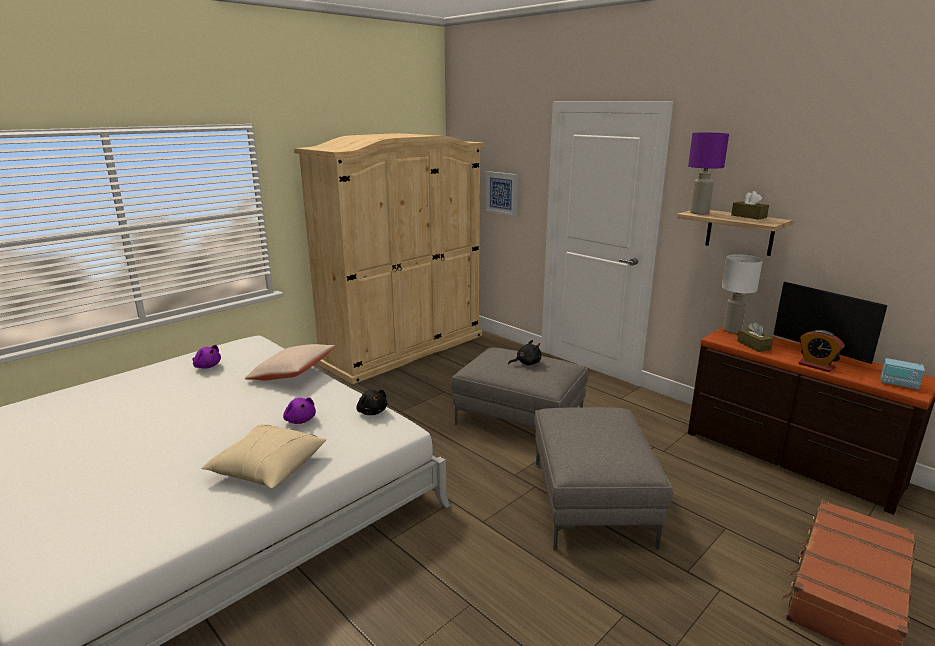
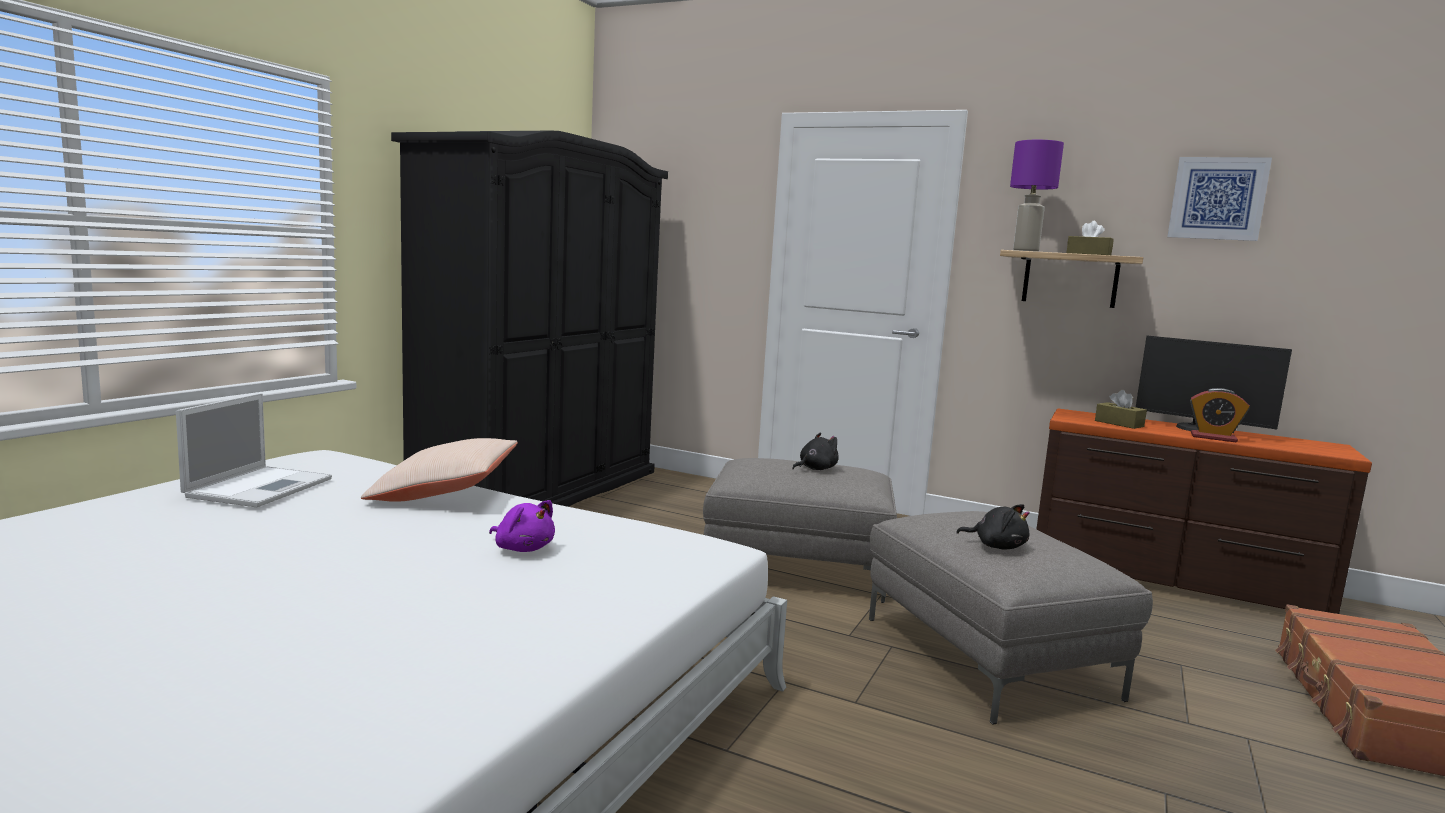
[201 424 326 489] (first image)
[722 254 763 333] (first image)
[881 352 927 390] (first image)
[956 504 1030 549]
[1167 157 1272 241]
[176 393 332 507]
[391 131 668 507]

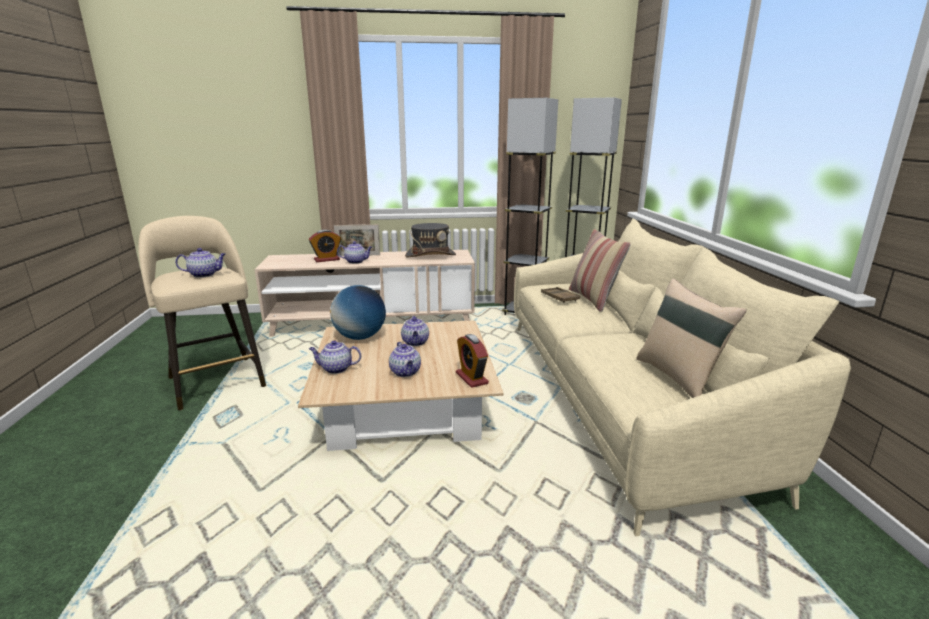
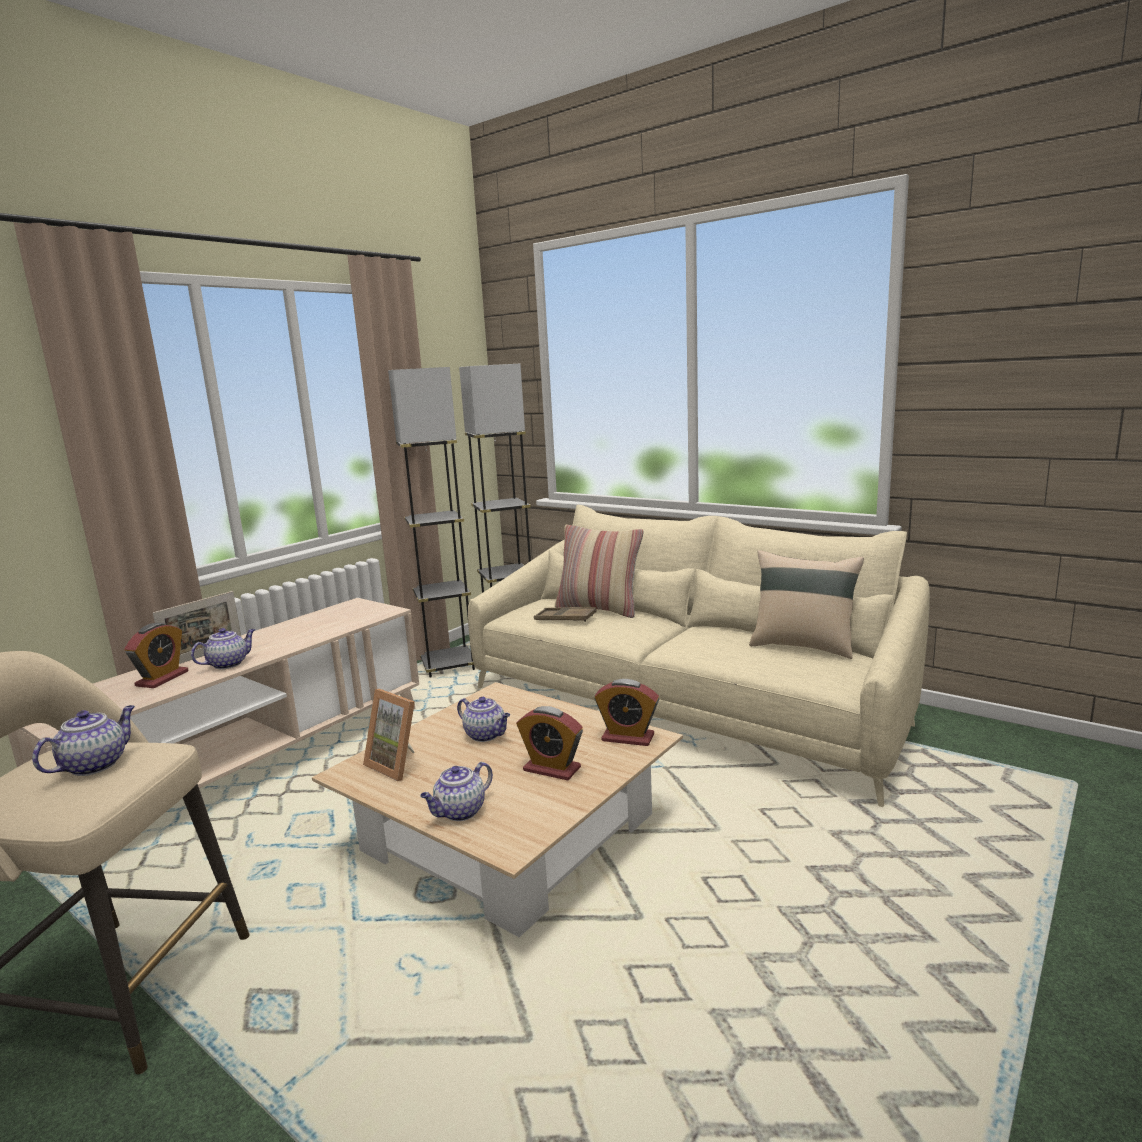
[405 223 456 258] (first image)
[363 689 415 781]
[516 706 583 780]

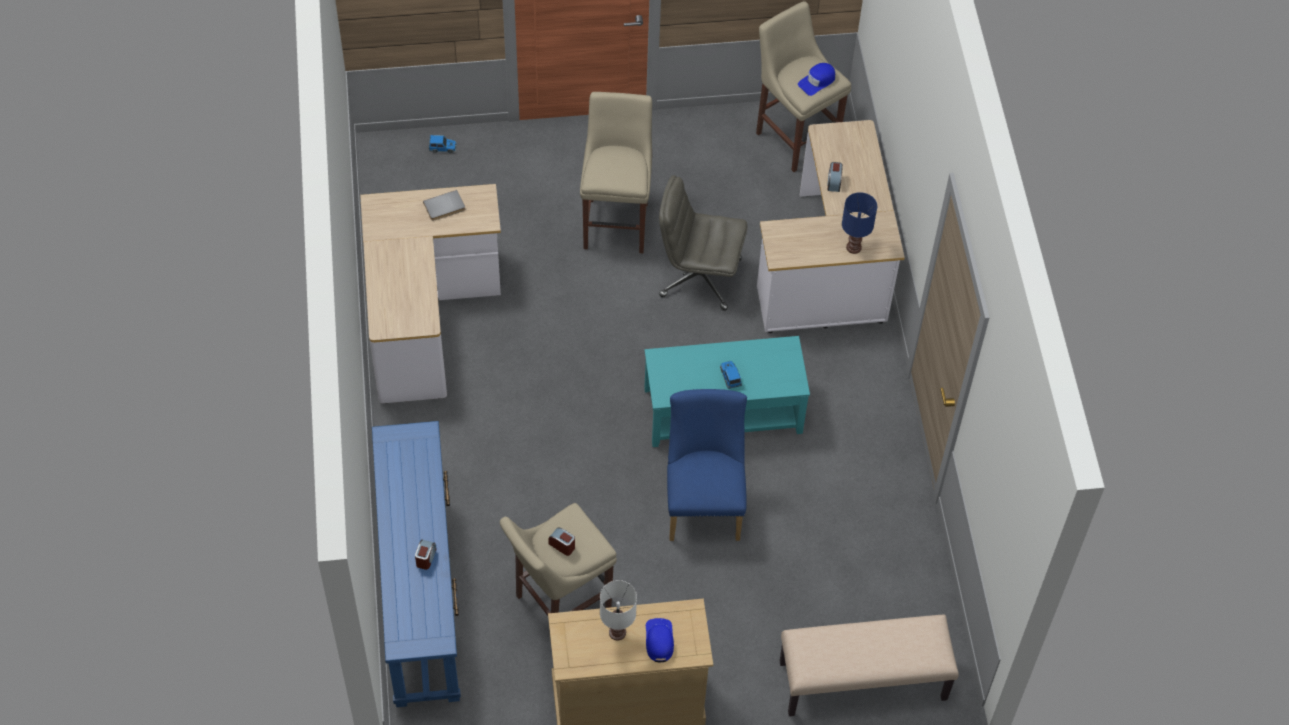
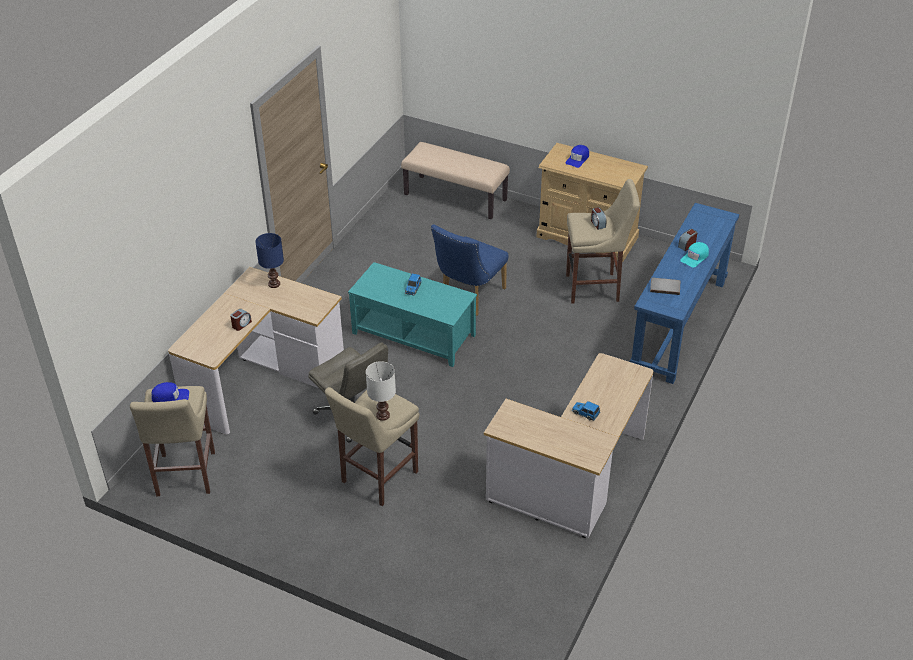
[680 242 709 268]
[650 278 680 295]
[572 401 600 421]
[366 361 396 421]

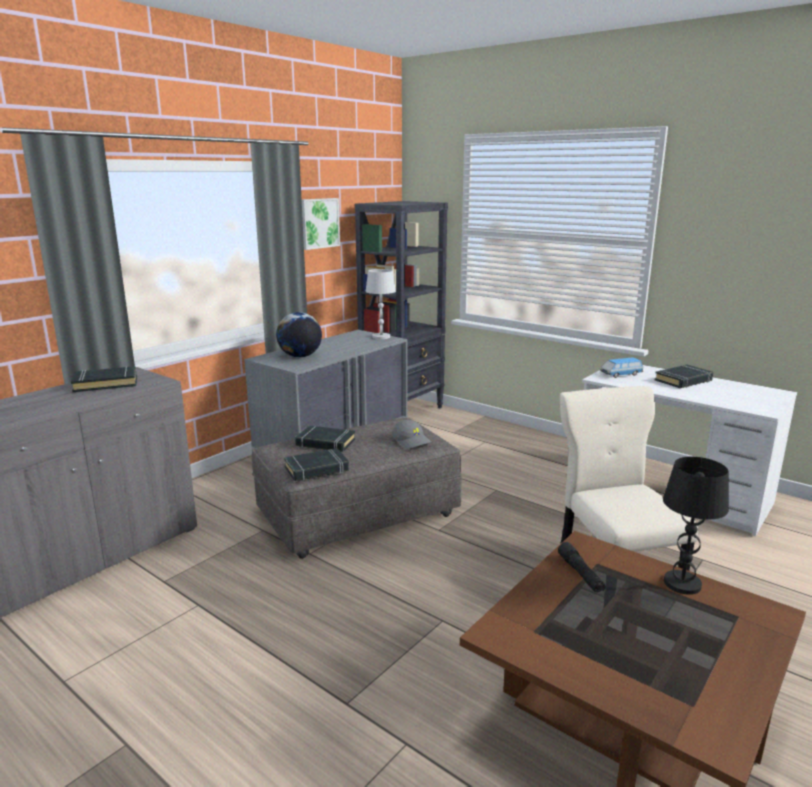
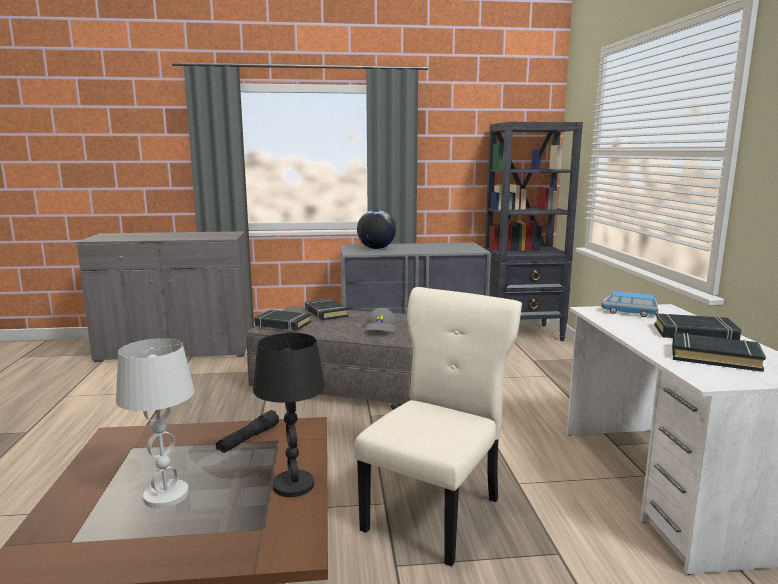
[302 198 340 250] (first image)
[672 333 766 372]
[116 338 195 508]

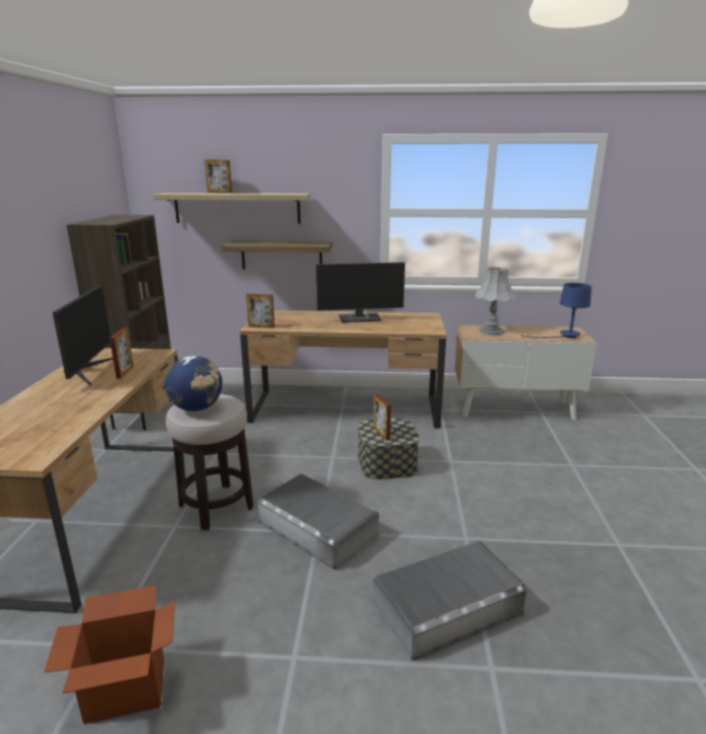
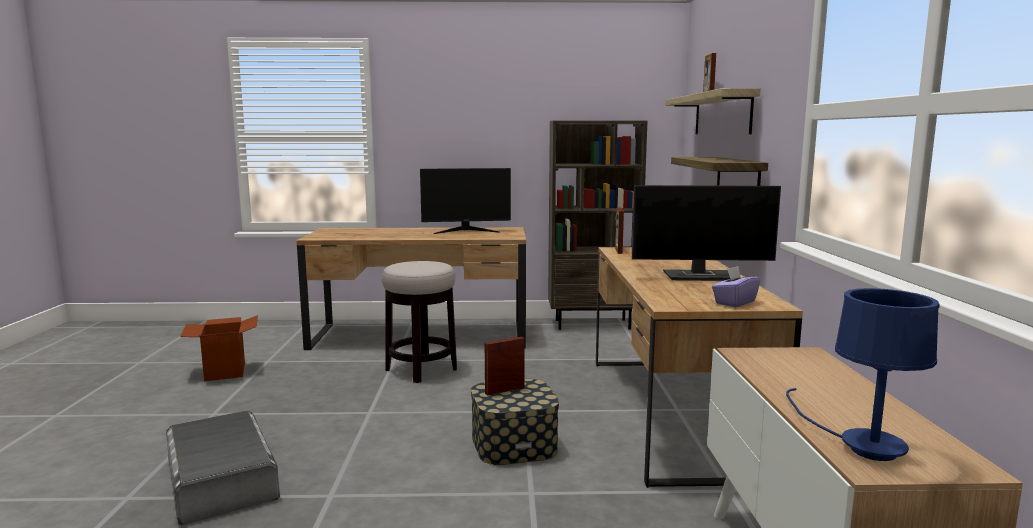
[110 328 134 379] (first image)
[165 356 222 411] (first image)
[258 474 379 569] (first image)
[475 267 516 335] (first image)
[712 266 760 307]
[632 185 781 281]

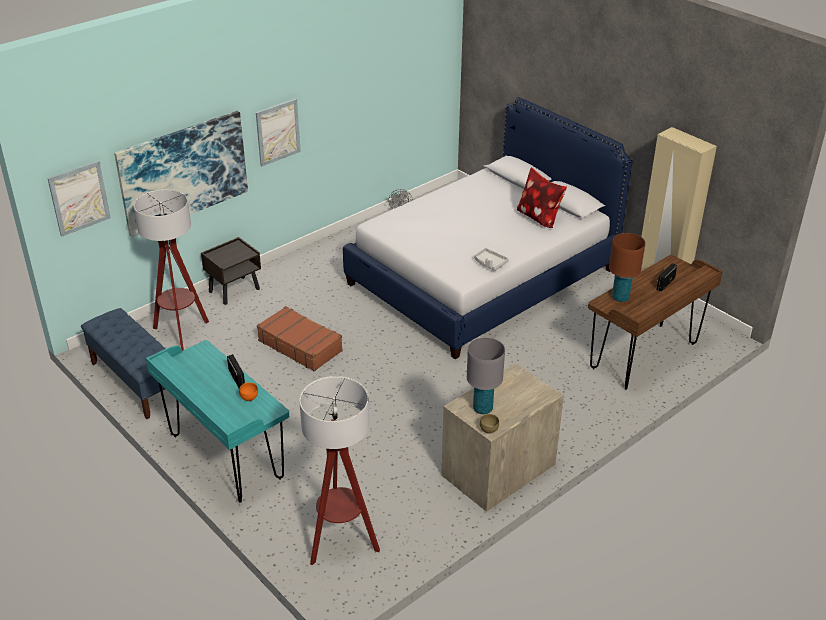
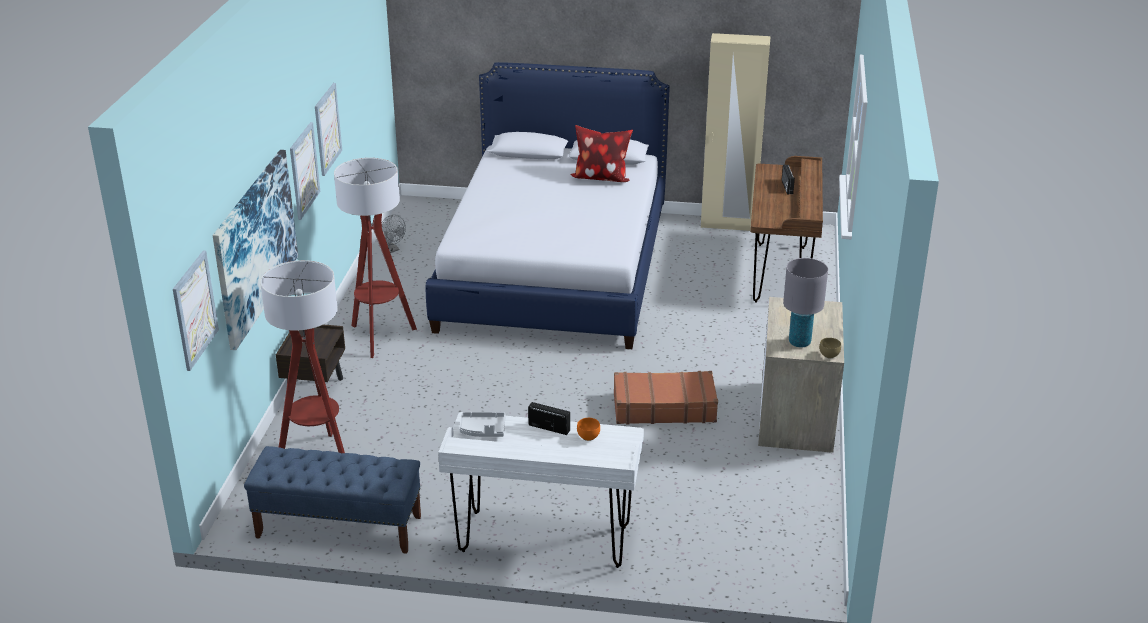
[609 233 646 302] (first image)
[315 83 342 176]
[614 371 718 424]
[334 158 417 358]
[460 412 506 437]
[438 412 644 568]

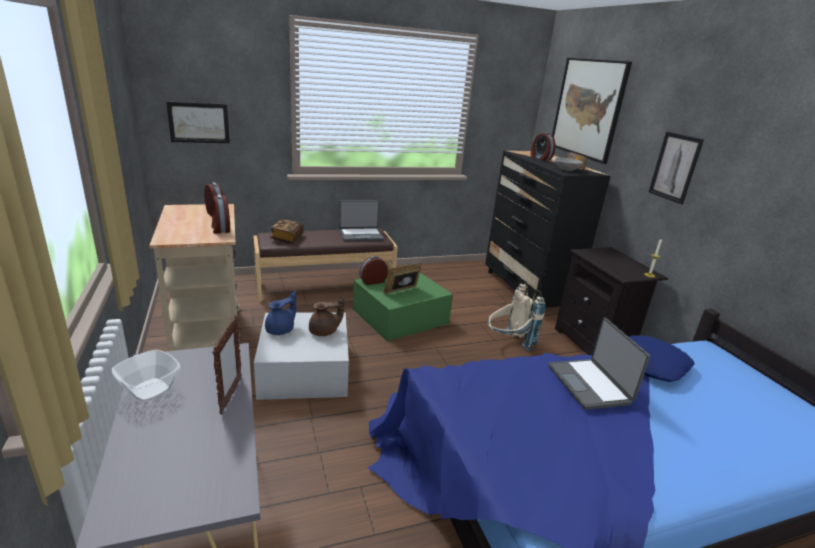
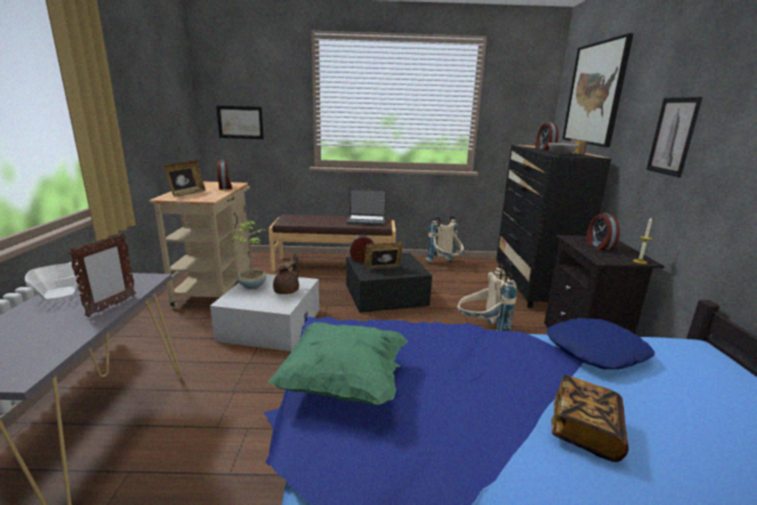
[548 318 650 410] (first image)
[164 160 206 197]
[268 322 408 405]
[426 216 464 263]
[586 213 620 250]
[551 375 629 462]
[231 220 267 289]
[346 253 432 313]
[273 254 299 294]

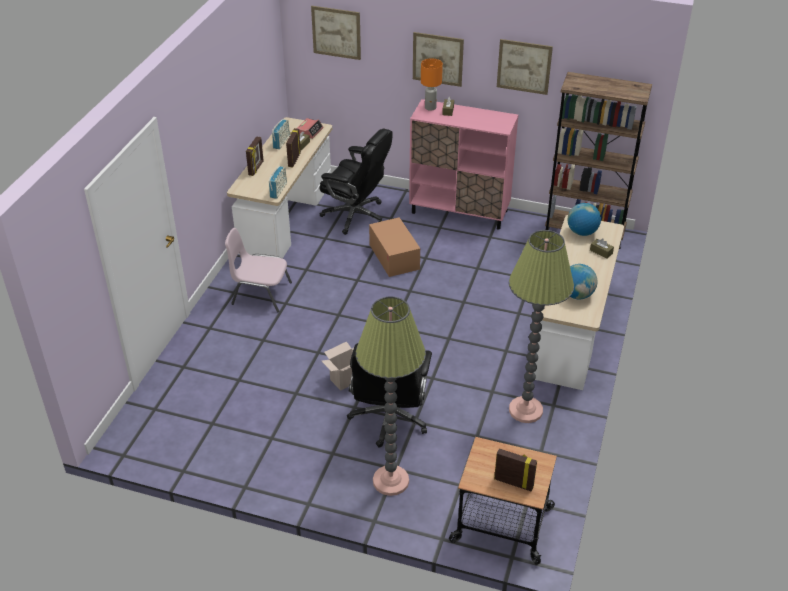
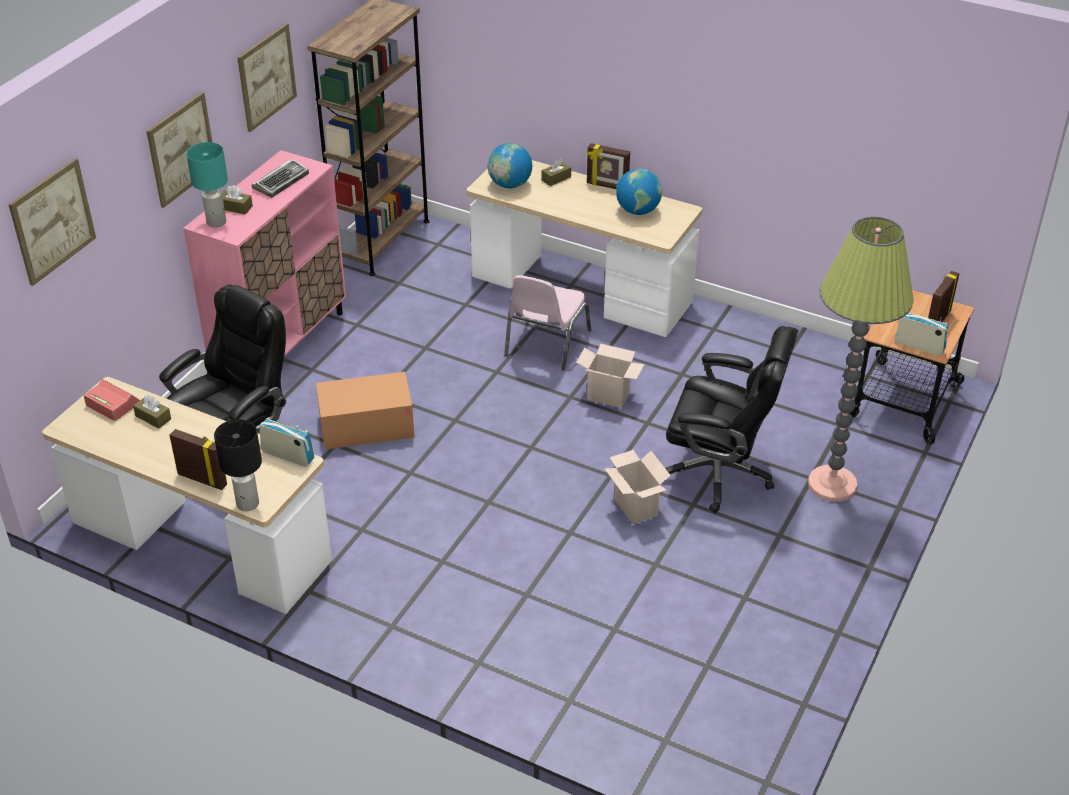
[509 230 574 423] (first image)
[214 419 262 511]
[252 159 309 198]
[576 344 644 408]
[504 275 591 370]
[894 313 949 356]
[587 143 630 189]
[186 142 228 228]

